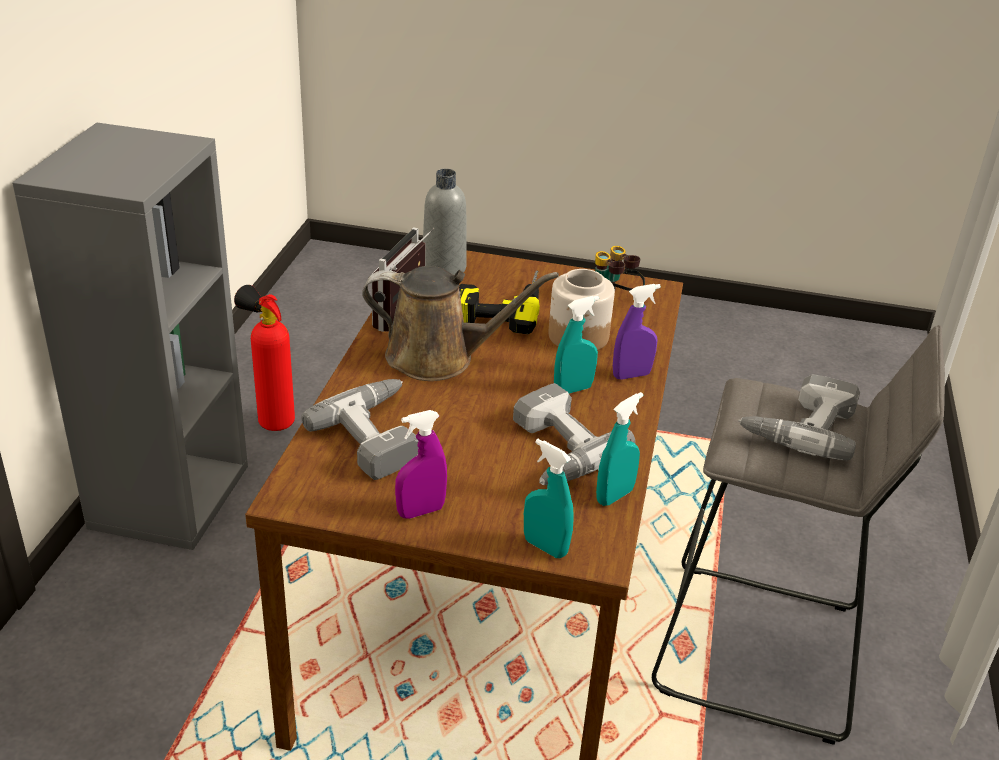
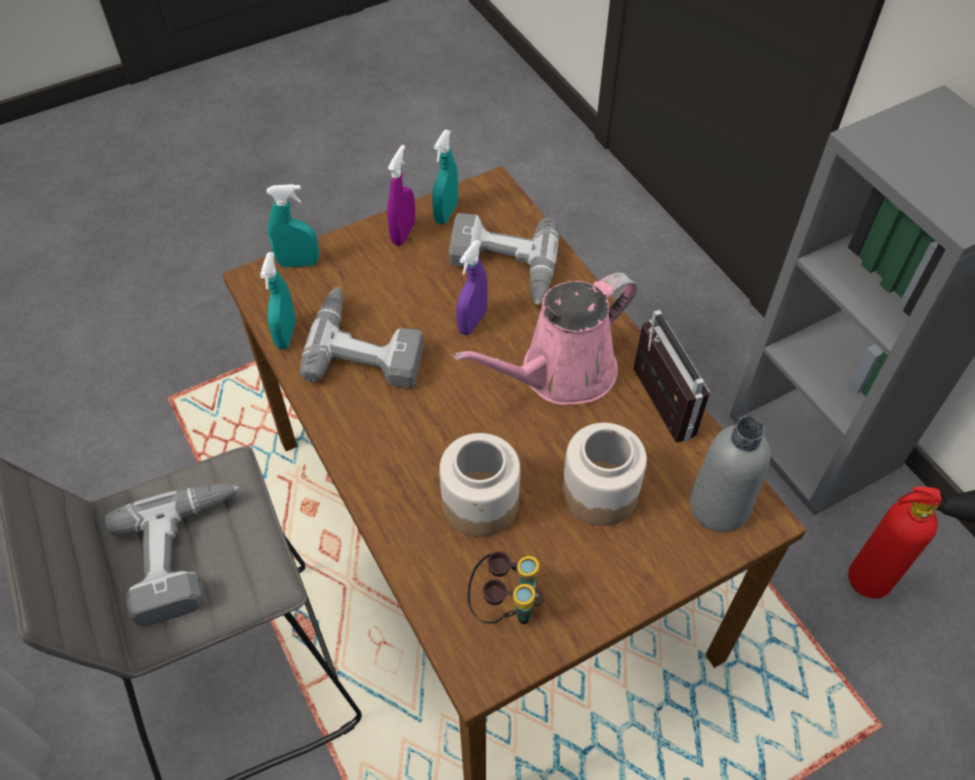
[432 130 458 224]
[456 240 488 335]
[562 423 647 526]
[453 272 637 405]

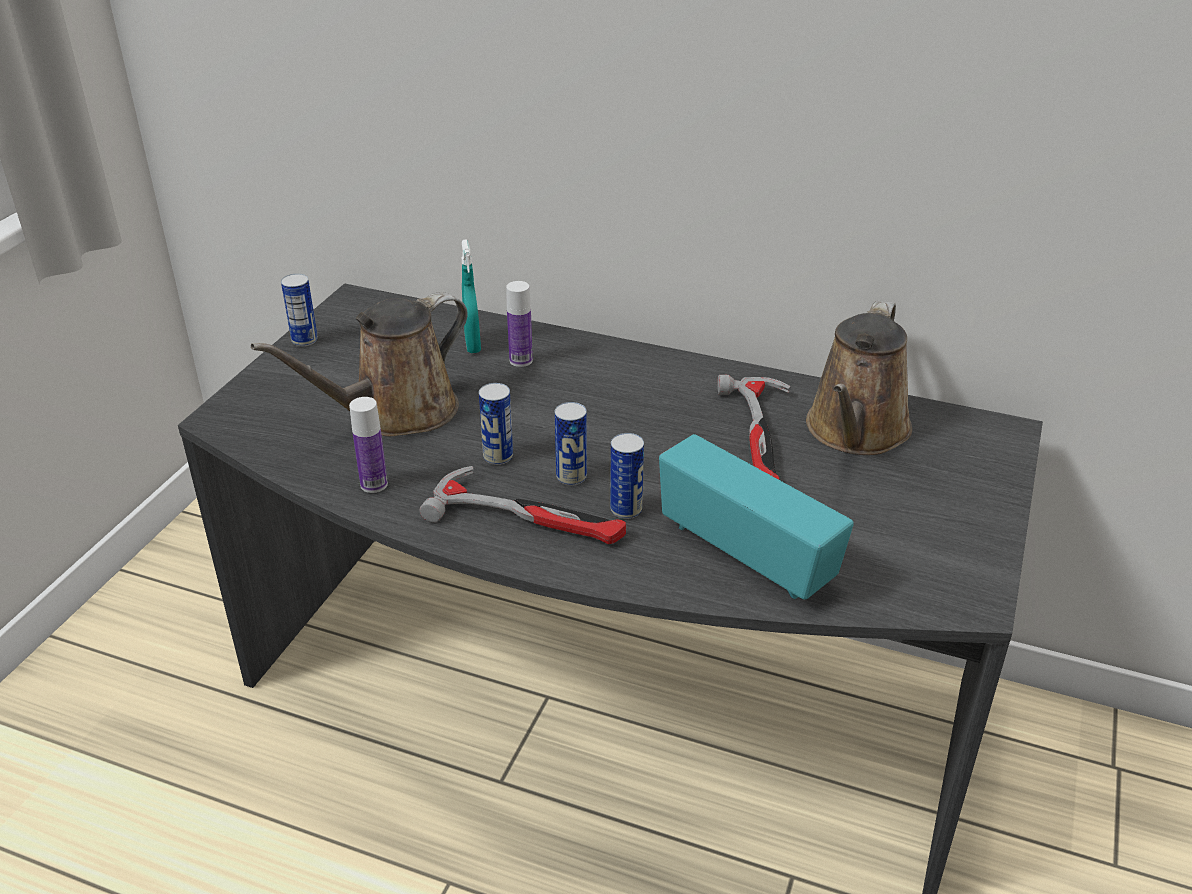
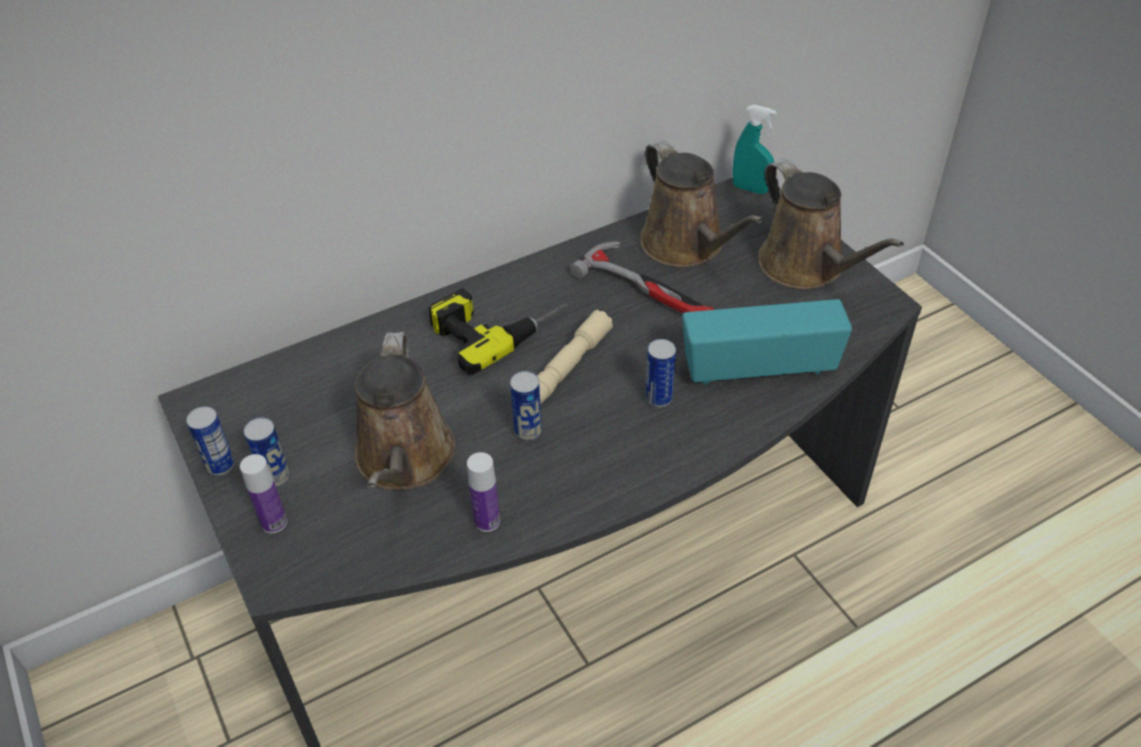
[420 466 626 544] (first image)
[428 288 568 375]
[537 310 613 405]
[758 159 904 289]
[733 105 777 194]
[240 454 287 533]
[244 418 290 488]

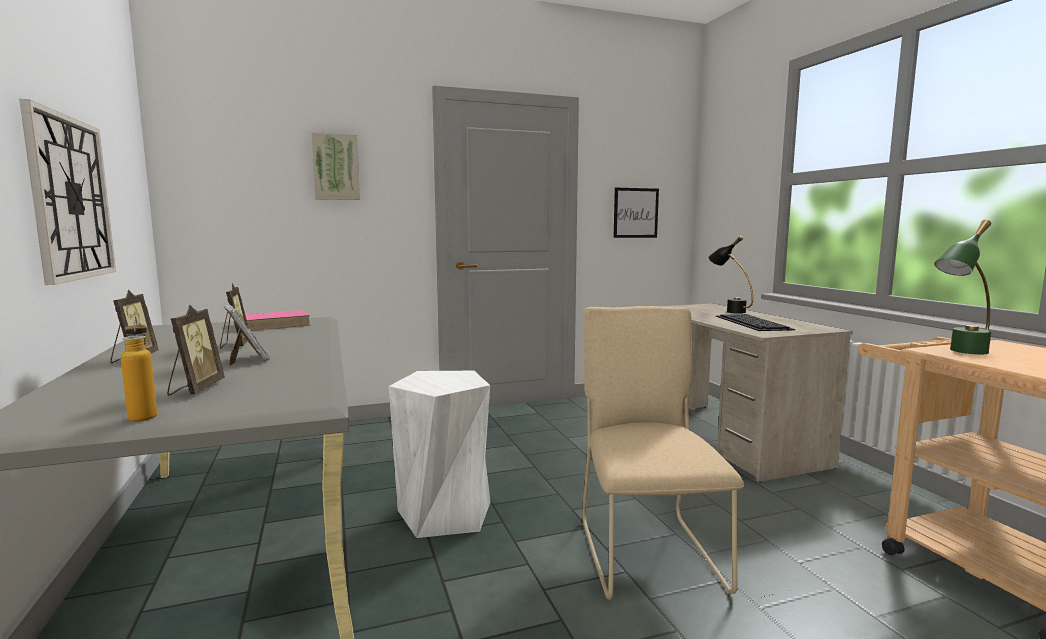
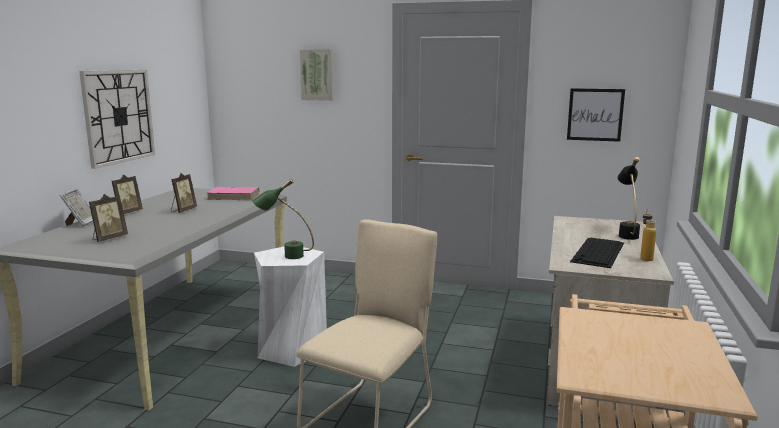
[640 211 656 261]
[60 189 93 227]
[252 179 314 259]

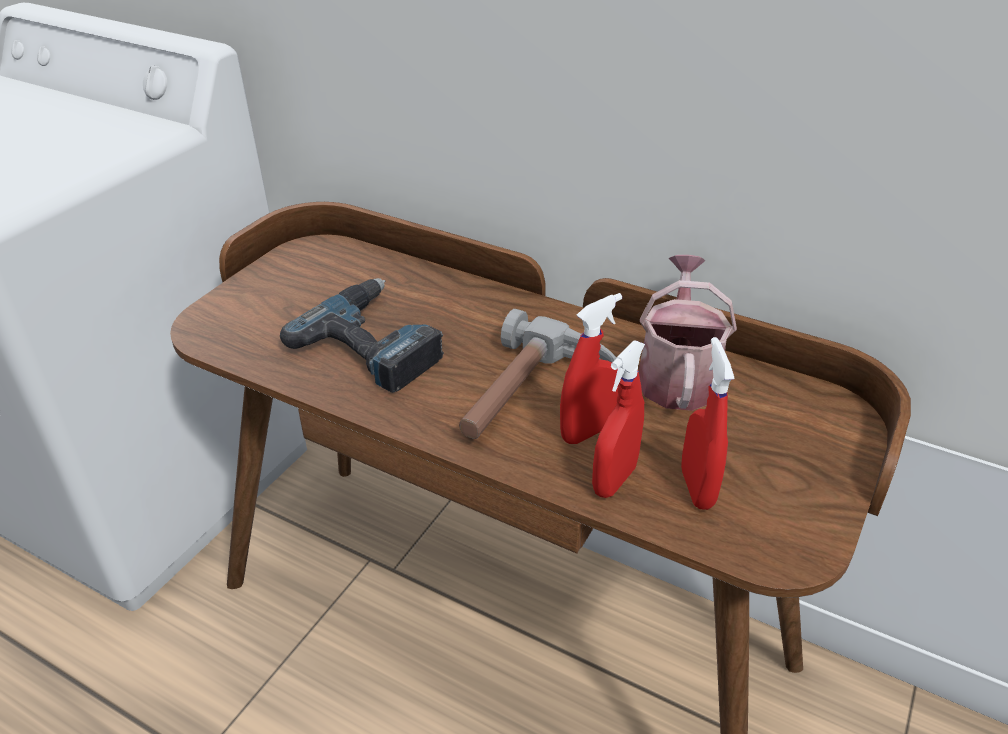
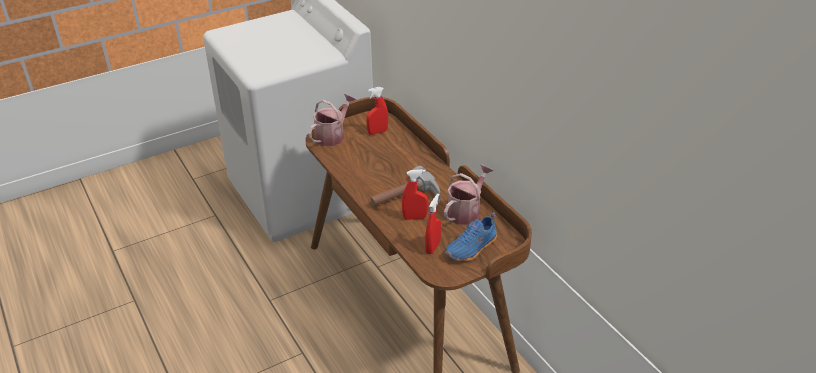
[280 278 444 393] (first image)
[308 94 356 146]
[445 212 497 262]
[366 87 388 135]

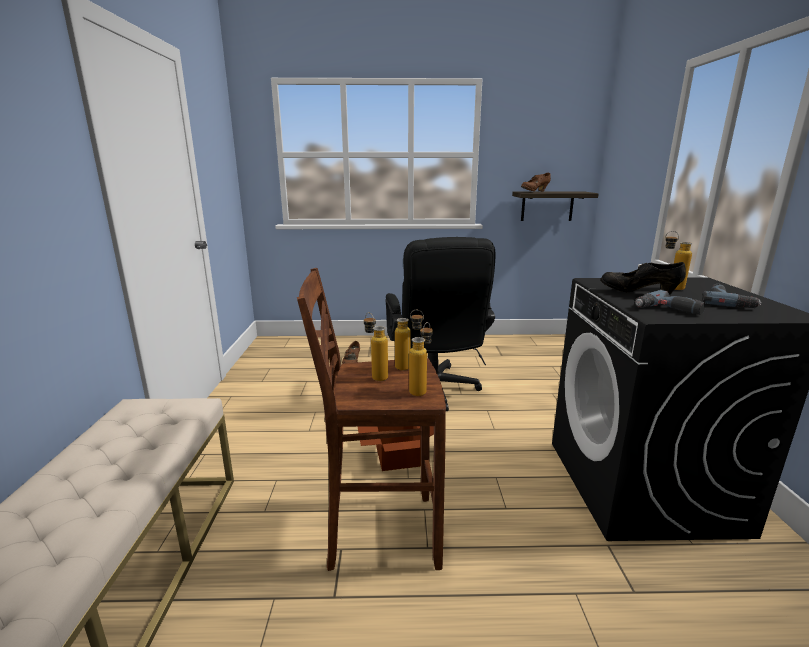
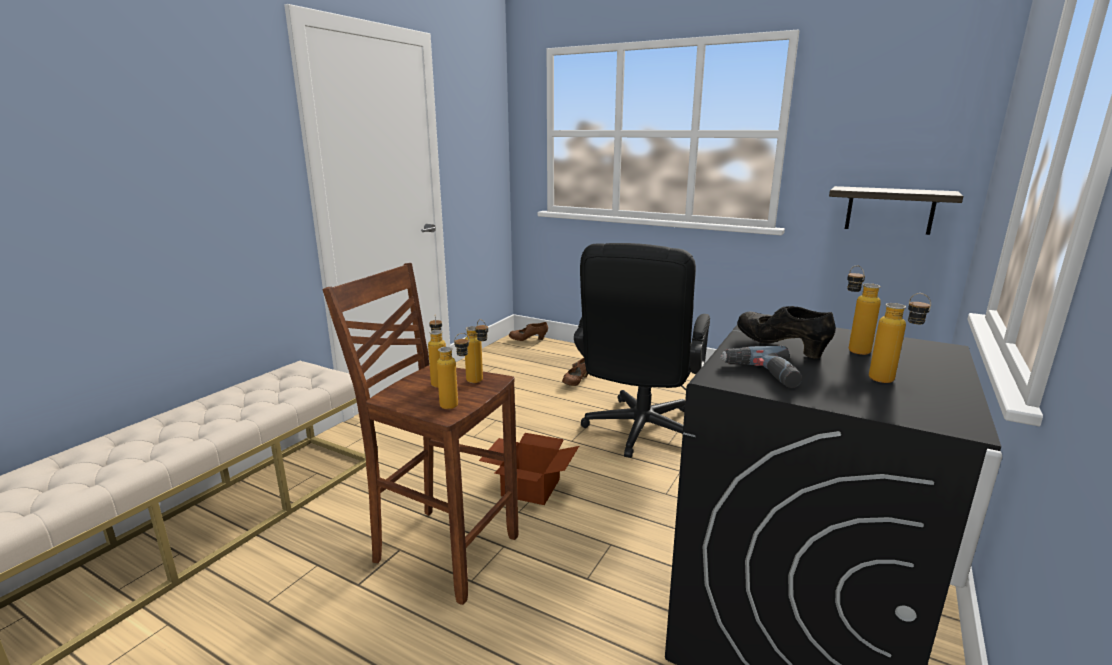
[509 322 548 341]
[869 293 931 383]

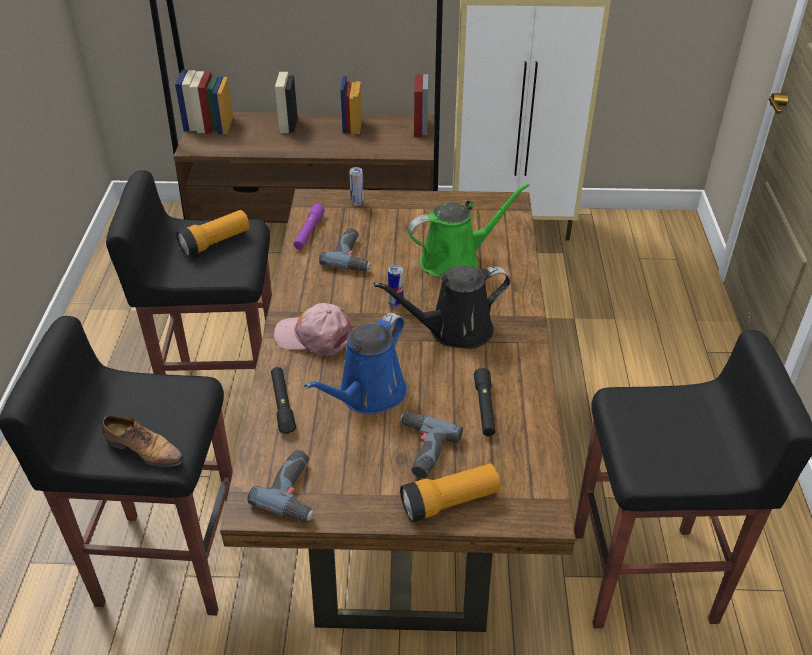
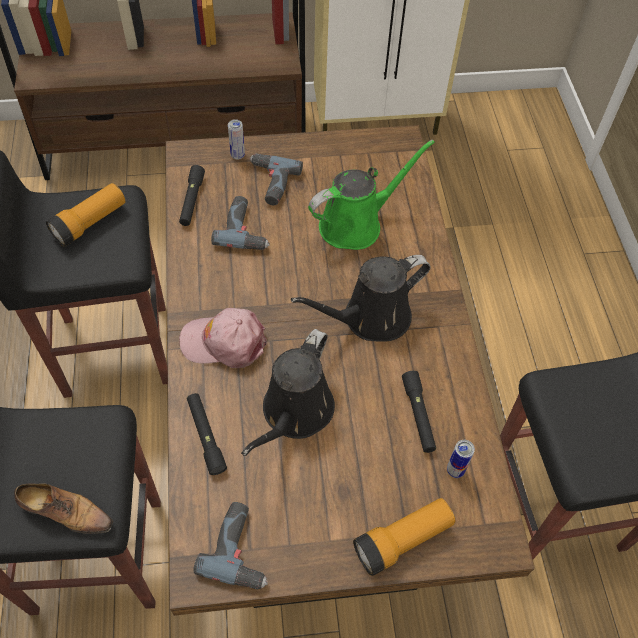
[447 440 475 478]
[250 154 303 205]
[179 165 205 226]
[241 329 335 456]

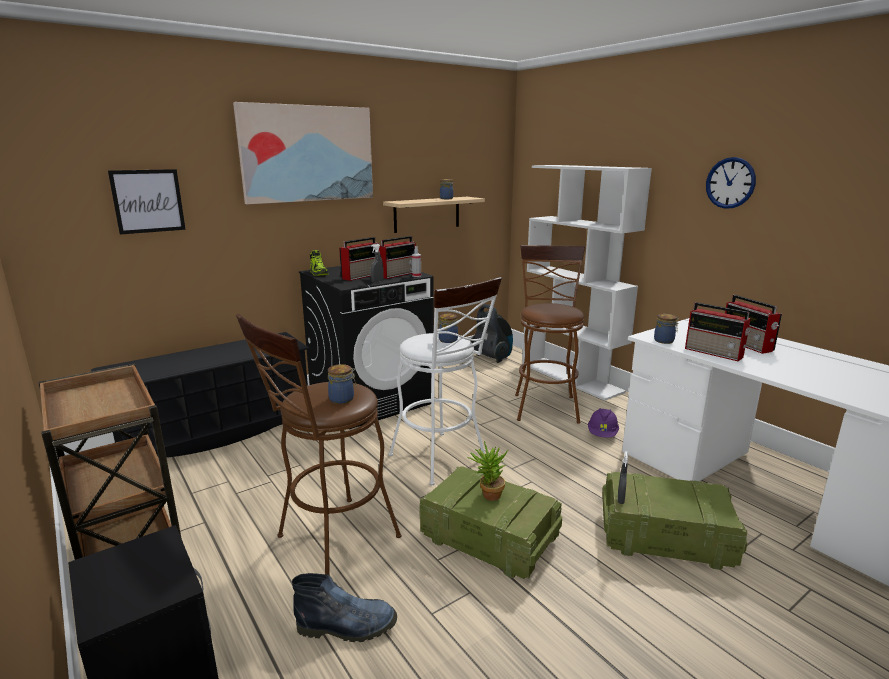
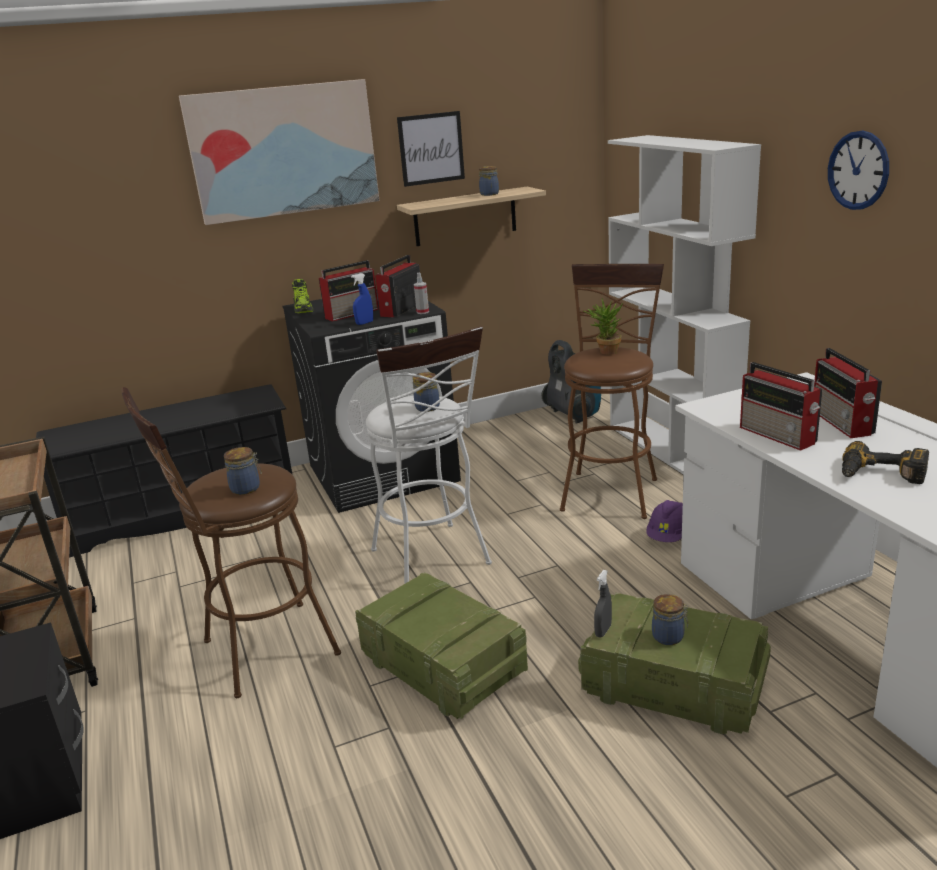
[292 573 397 642] (first image)
[842 441 929 484]
[397 111 465 187]
[583 298 623 355]
[652 594 688 645]
[351 273 373 325]
[375 255 420 317]

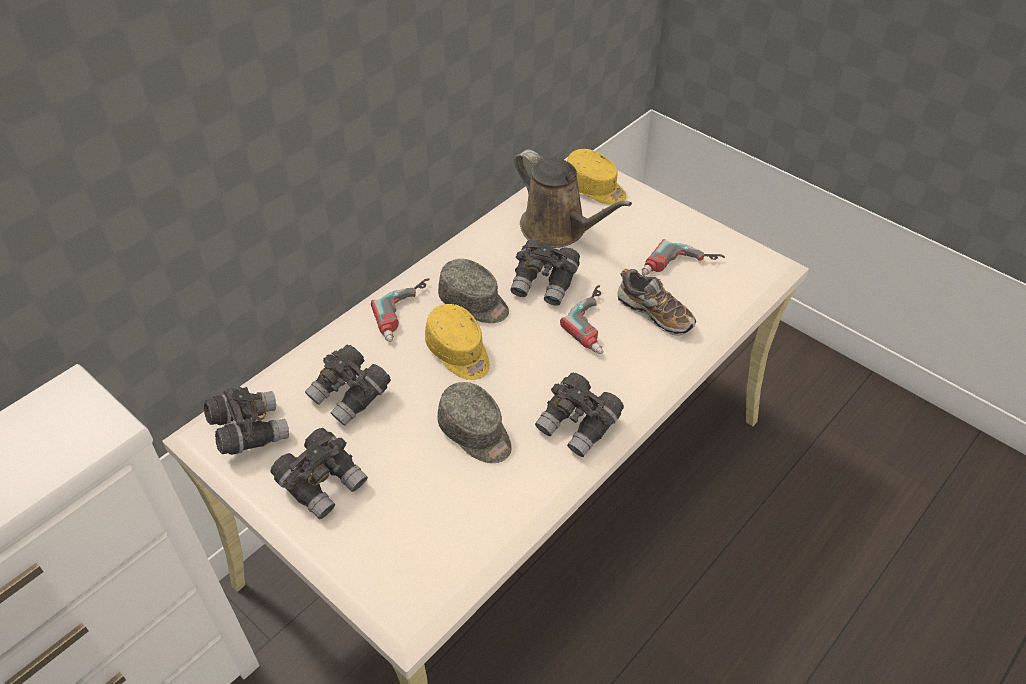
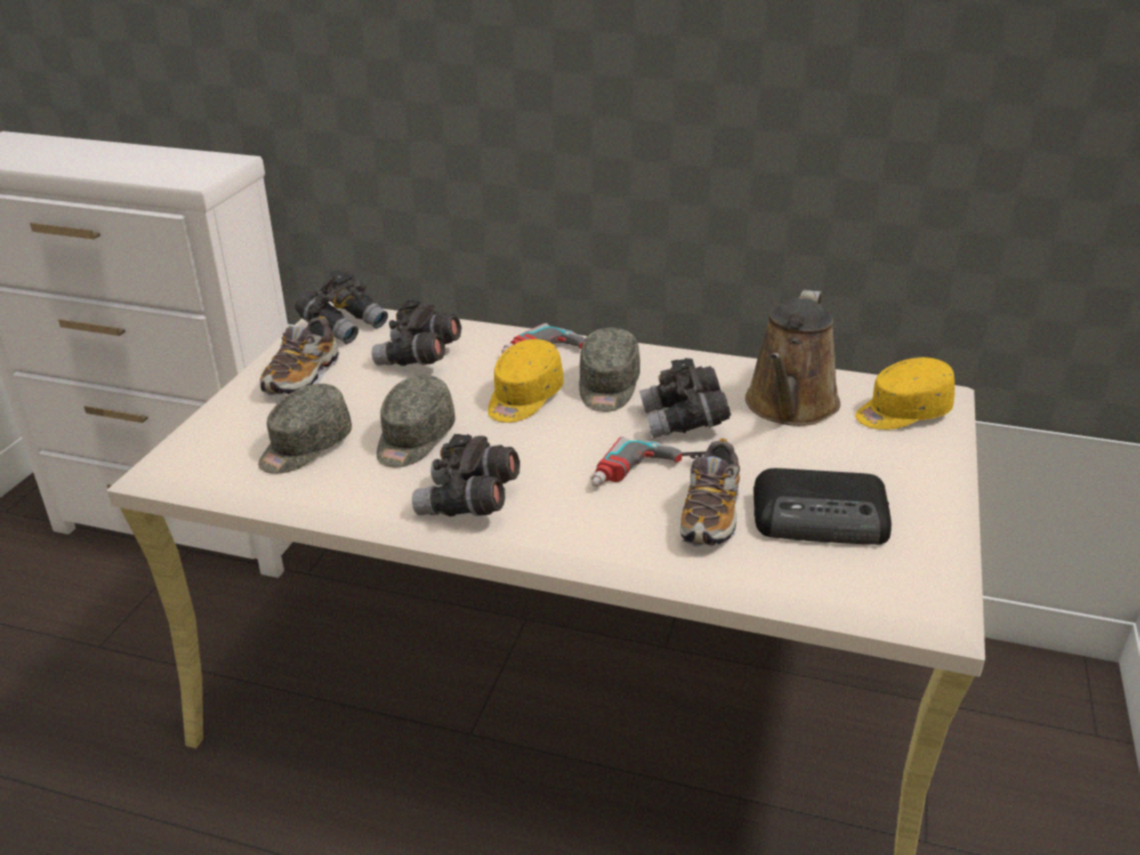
[258 384 352 474]
[260 316 339 396]
[753 468 891 545]
[855 357 955 430]

